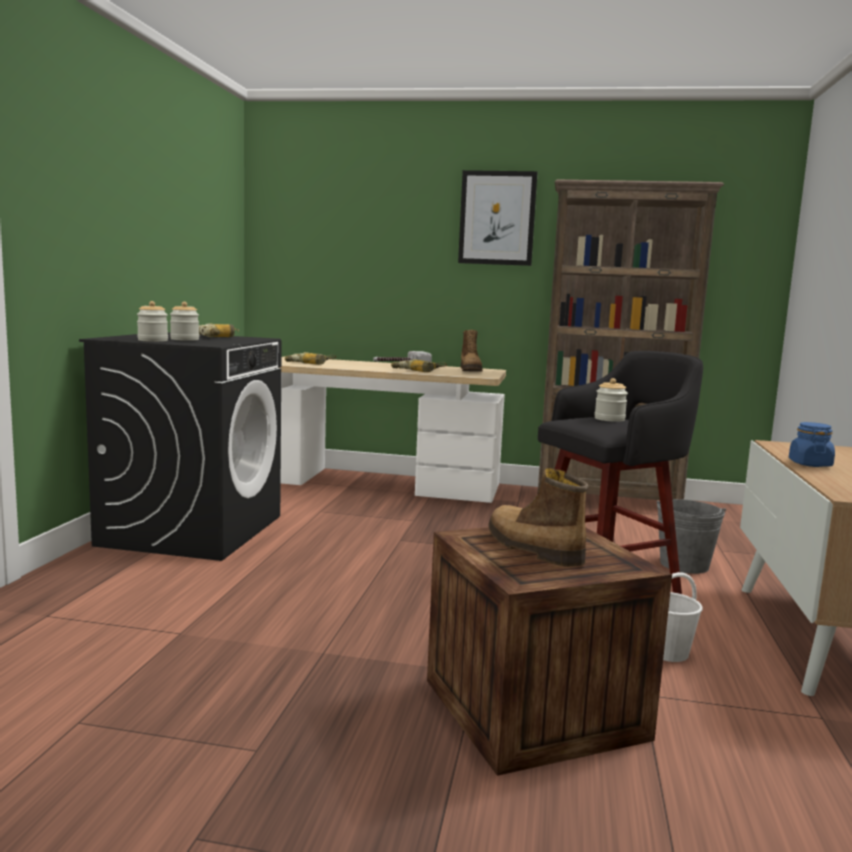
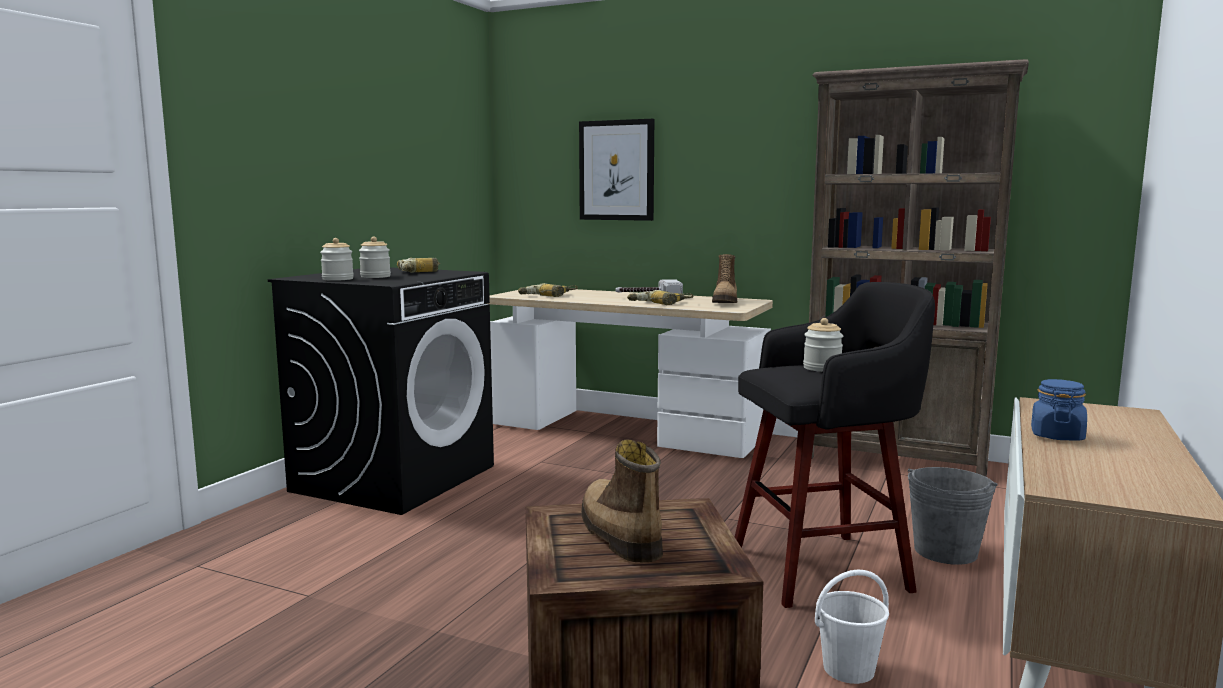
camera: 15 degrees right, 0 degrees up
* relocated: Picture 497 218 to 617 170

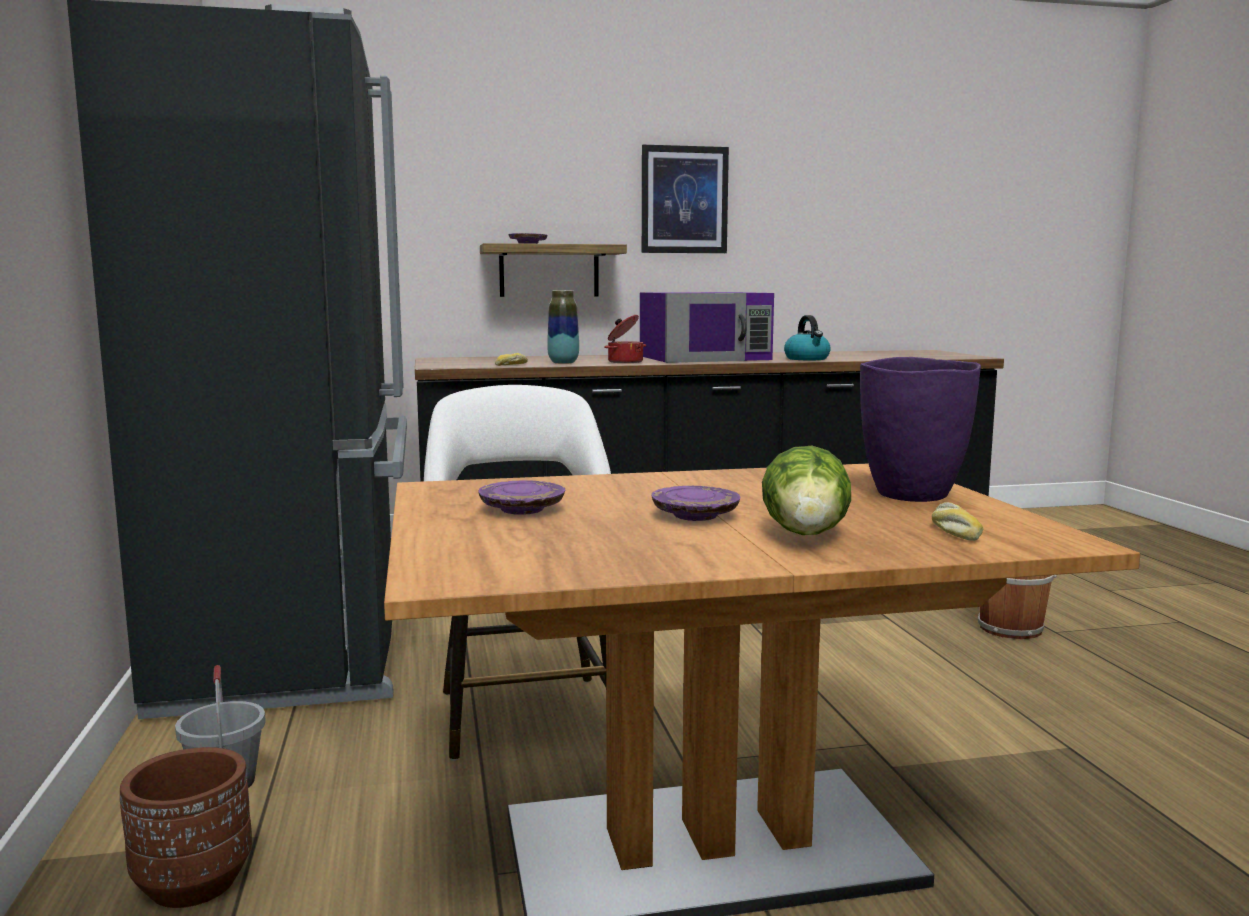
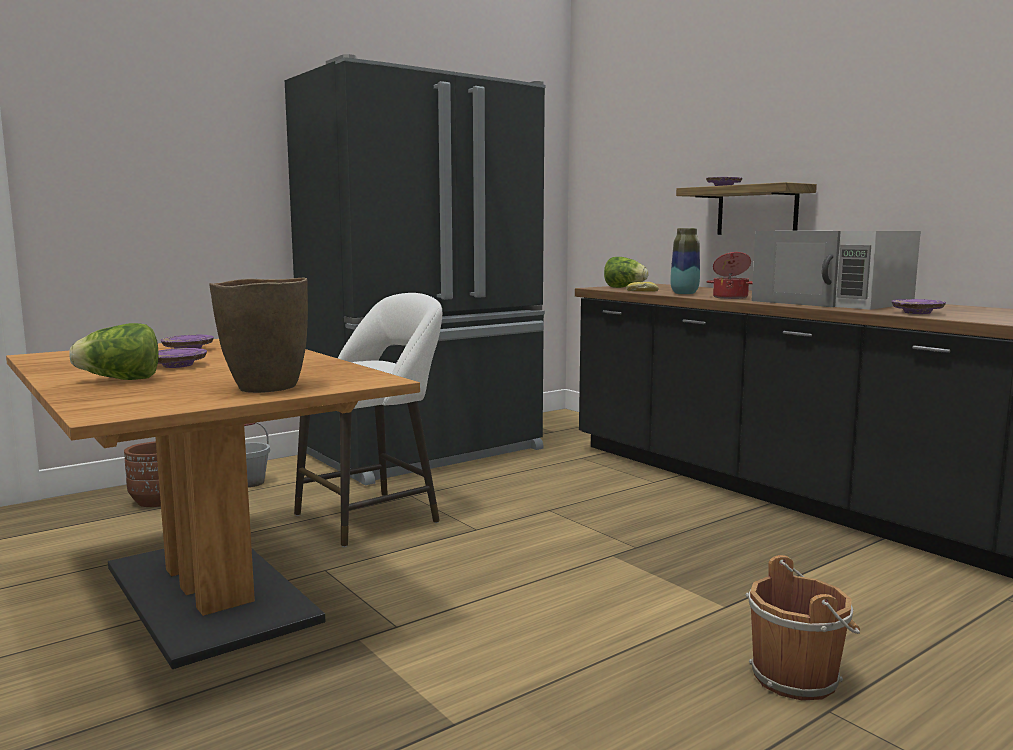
camera: 65 degrees right, 0 degrees up
* colour: PurpleMicrowave 705 358 to WhiteMicrowave 832 302
* missing: Picture 684 200
* exchanged: Kettle 807 359 to PurplePlate 917 313
* colour: PurpleVase 913 495 to BrownVase 265 388
* missing: Bread 953 531
* appeared: Lettuce 624 287

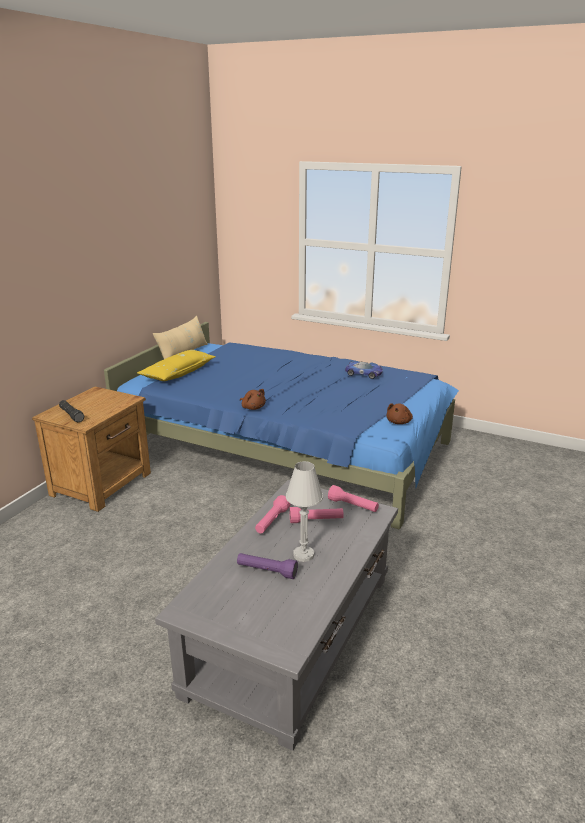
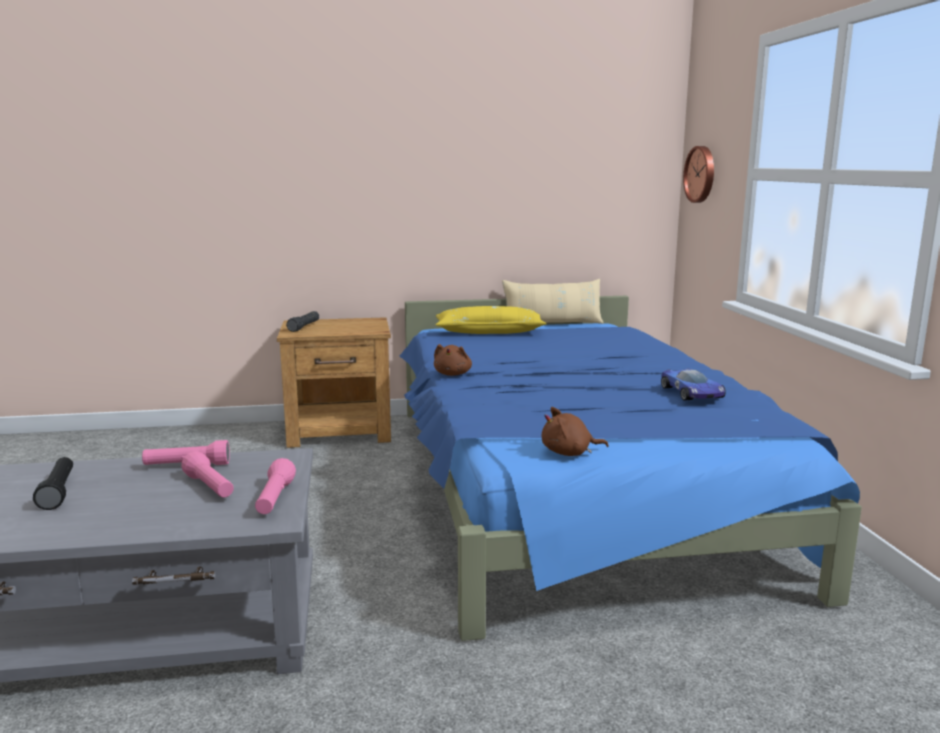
camera: 55 degrees right, 10 degrees down
* colour: PurpleFlashlight 266 571 to BlackFlashlight 58 492
* missing: WhiteTableLamp 303 555
* appeared: WallClock 701 174

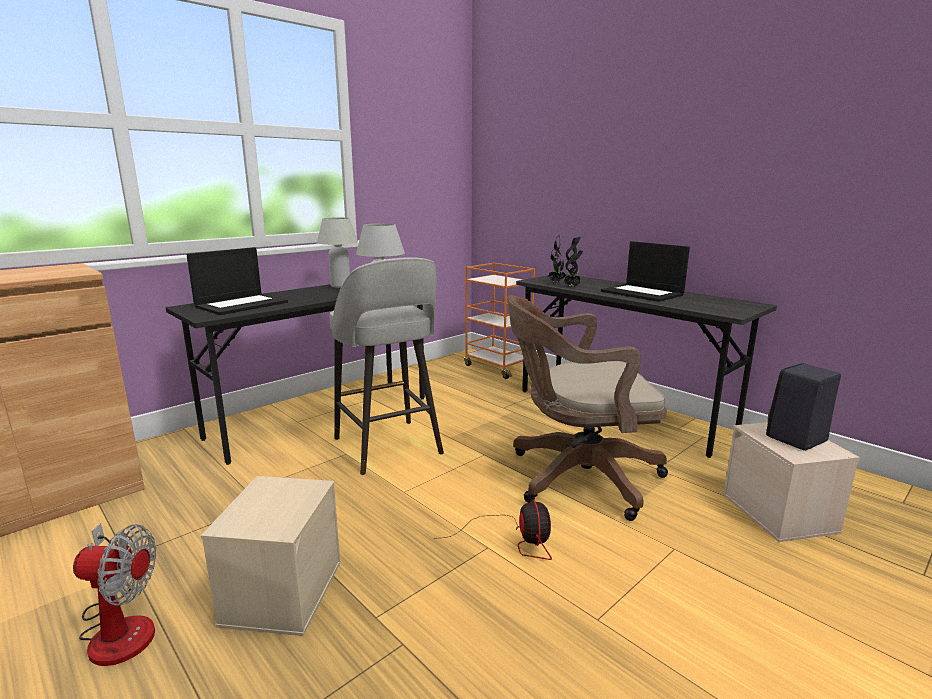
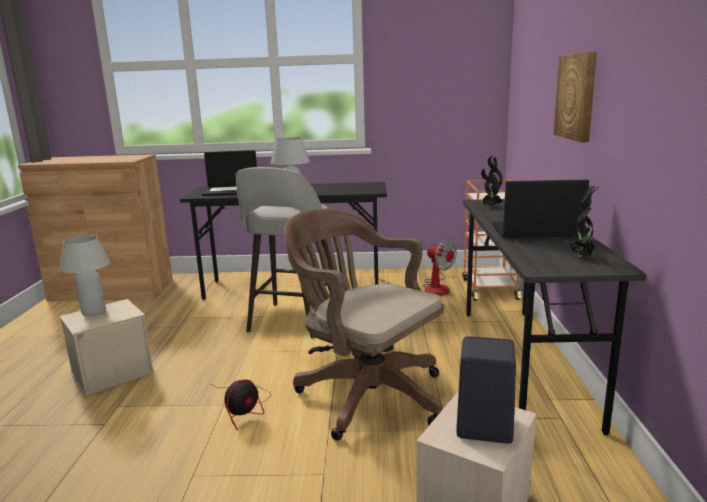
camera: 45 degrees right, 0 degrees up
* relocated: Fan 120 627 to 437 287
* relocated: WhiteTableLamp 340 286 to 93 312
* relocated: PottedPlant 572 287 to 582 257
* spun: Laptop 643 293 = 535 231 90 degrees clockwise
* appeared: Picture 577 96

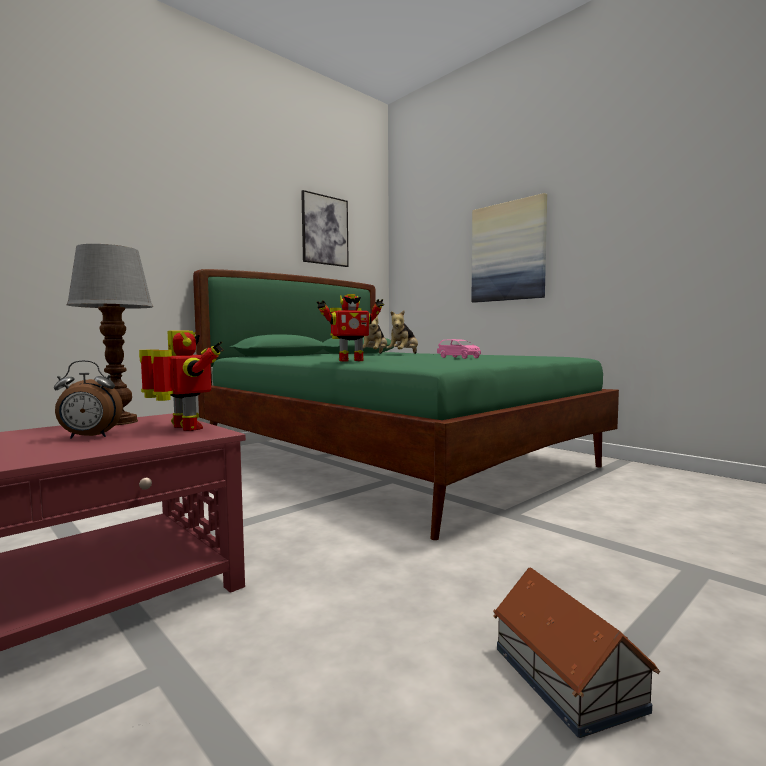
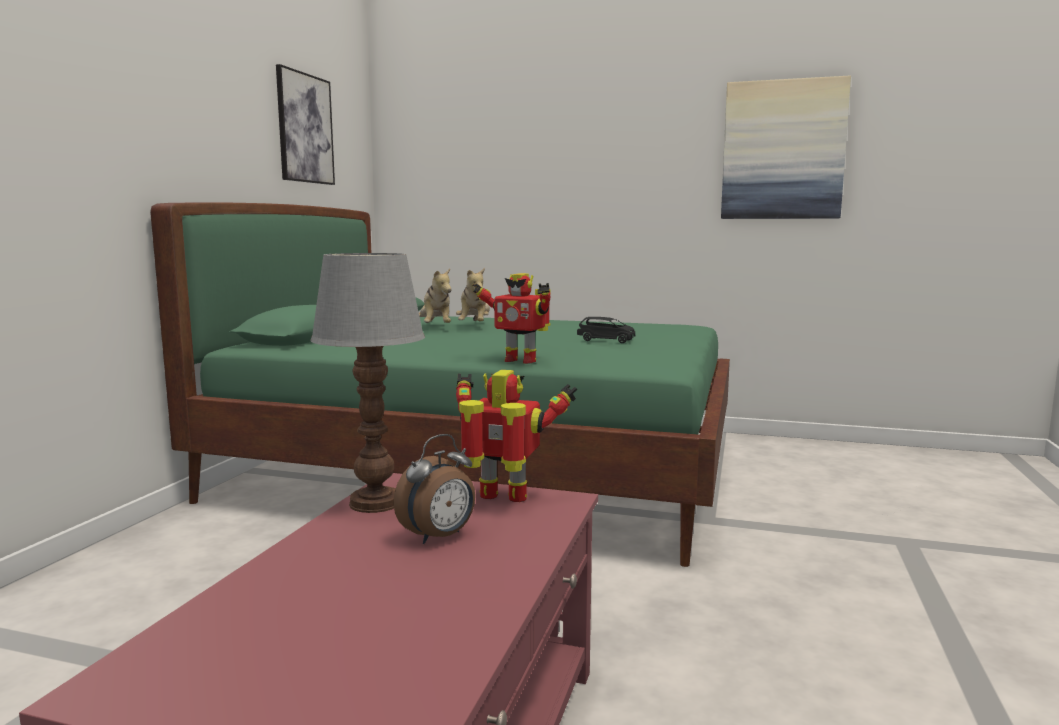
camera: 30 degrees left, 5 degrees up
* spun: ToyRobot 350 360 = 520 360 75 degrees clockwise
* colour: PinkToyCar 459 358 to BlackToyCar 606 340
* relocated: Picture 508 252 to 783 150
* missing: ToyHouse 567 679

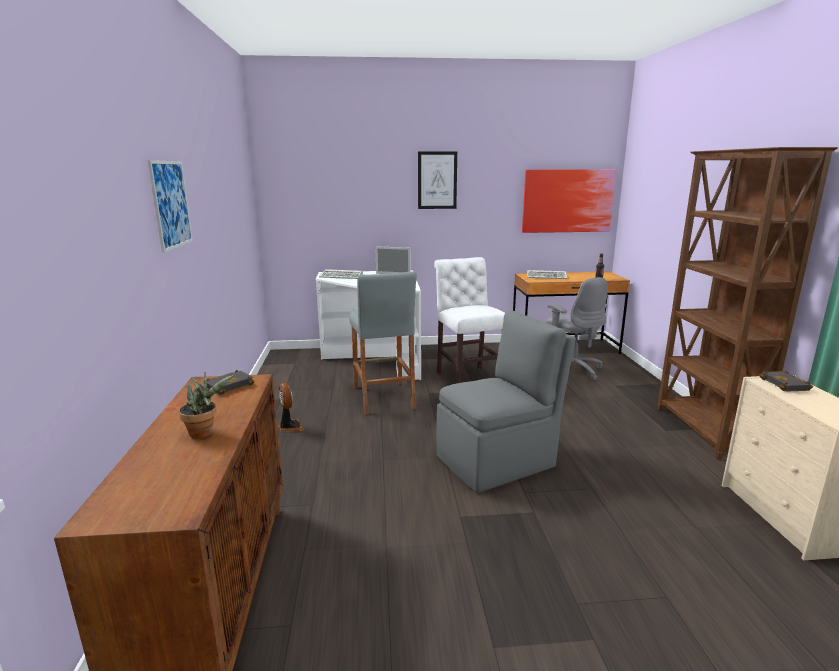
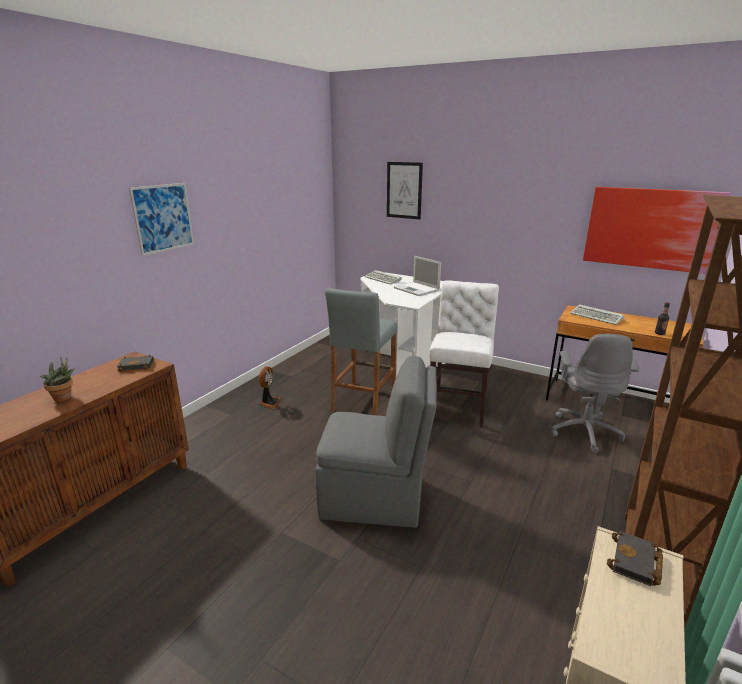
camera: 35 degrees right, 5 degrees up
* relocated: Picture 437 180 to 404 190

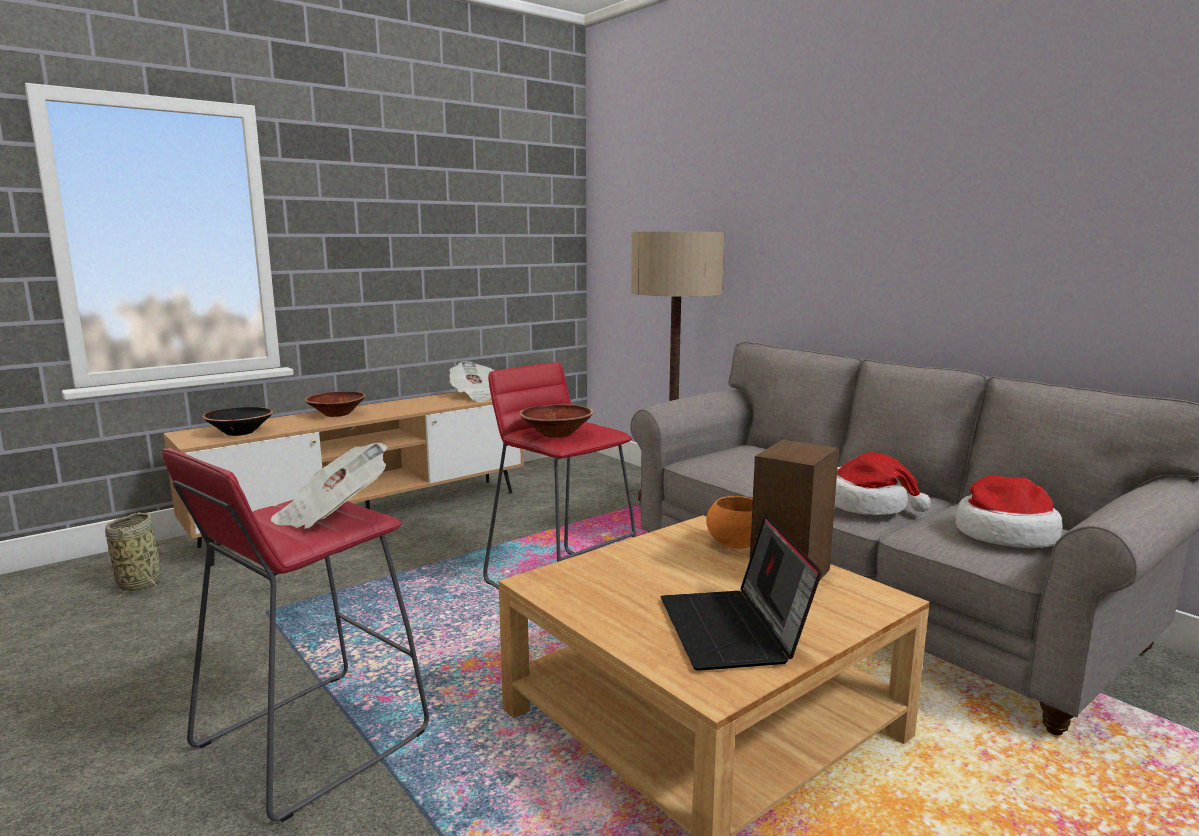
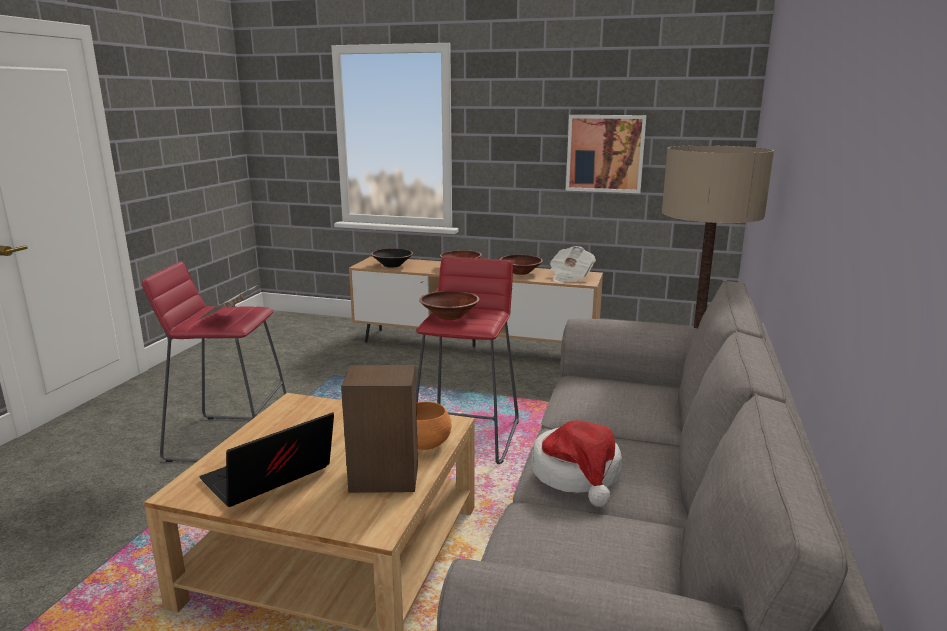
camera: 55 degrees right, 5 degrees up
* missing: Basket 141 583
* missing: Hat 1004 534
* appeared: BrownBowl 520 272
* appeared: Picture 605 153

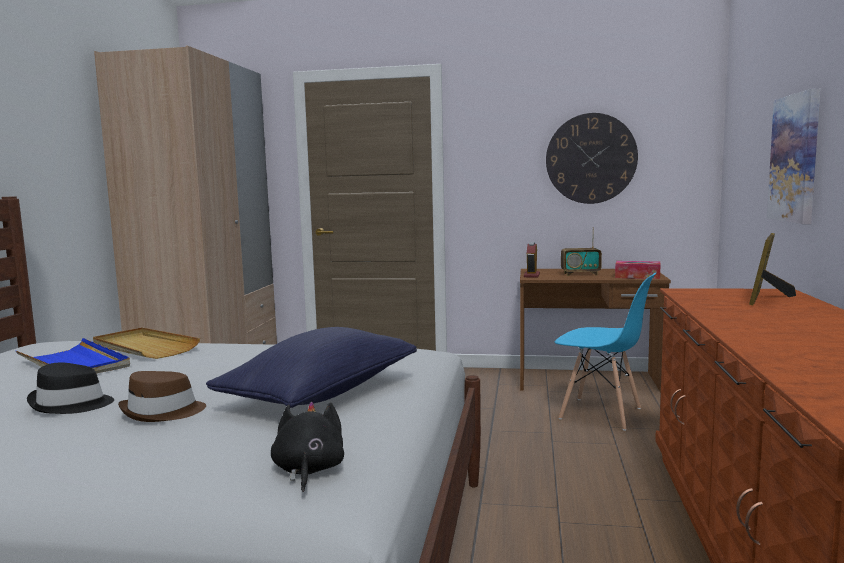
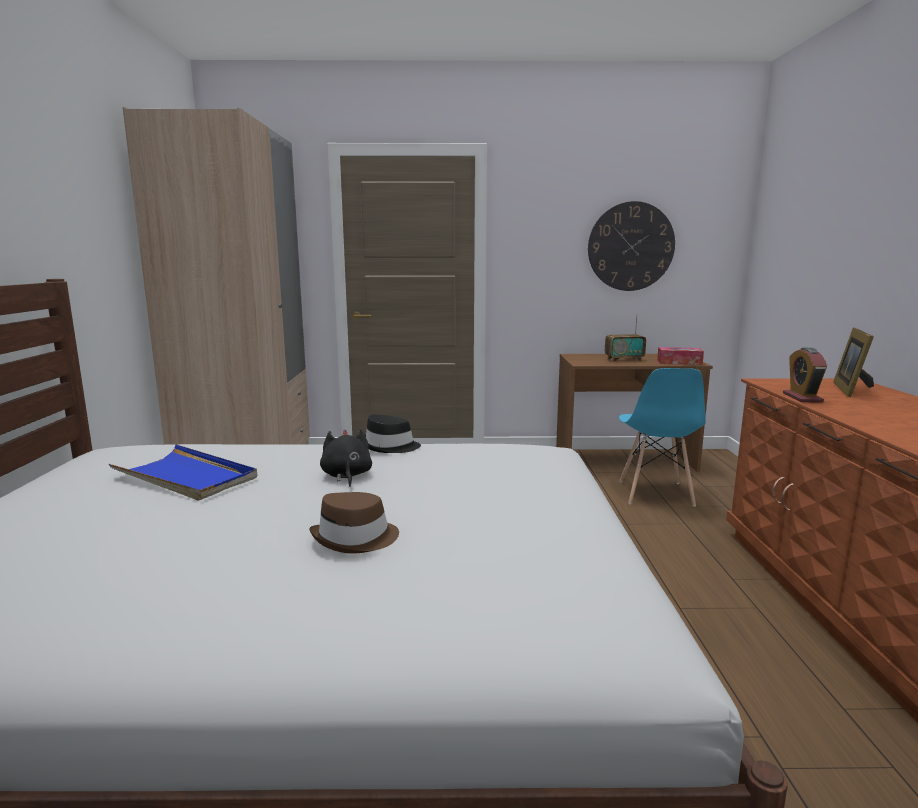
camera: 10 degrees left, 5 degrees up
* relocated: BlackHat 71 404 to 389 446
* missing: BeigeTray 144 347
* missing: BluePillow 321 394
* relocated: BlackPlushToy 308 470 to 346 476
* relocated: AlarmClock 531 275 to 802 398
* spun: BlueChair 601 414 = 655 493 75 degrees clockwise
* missing: Picture 795 158

